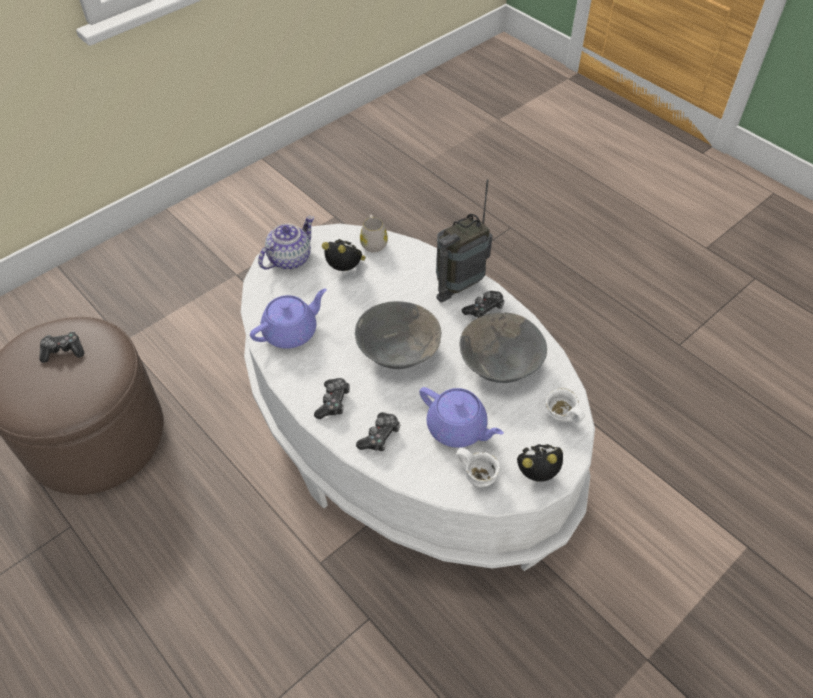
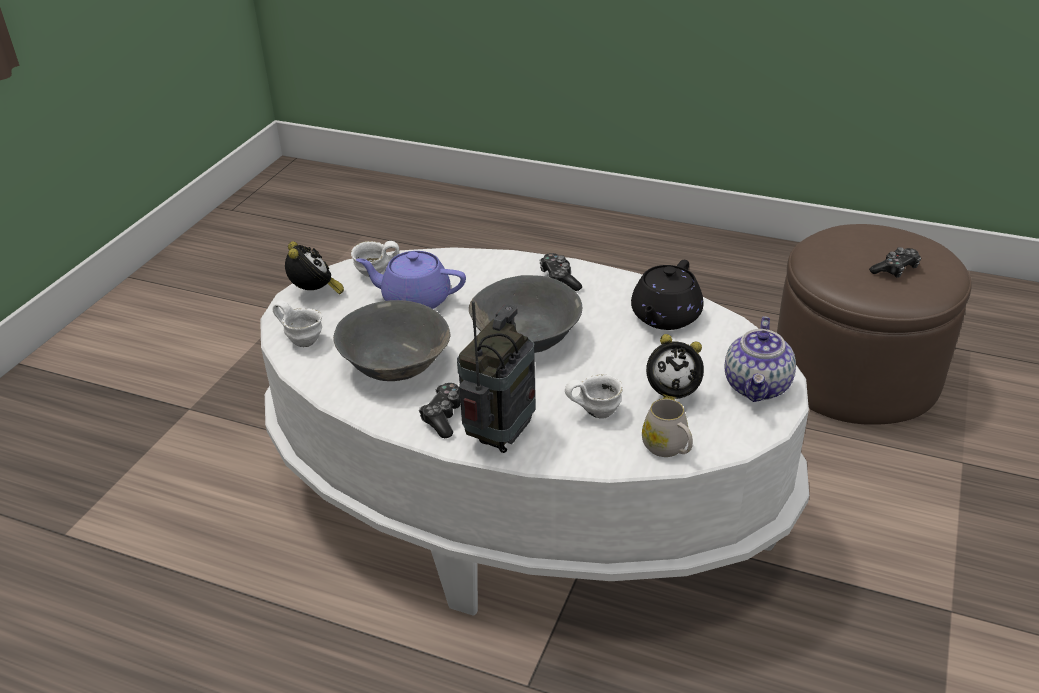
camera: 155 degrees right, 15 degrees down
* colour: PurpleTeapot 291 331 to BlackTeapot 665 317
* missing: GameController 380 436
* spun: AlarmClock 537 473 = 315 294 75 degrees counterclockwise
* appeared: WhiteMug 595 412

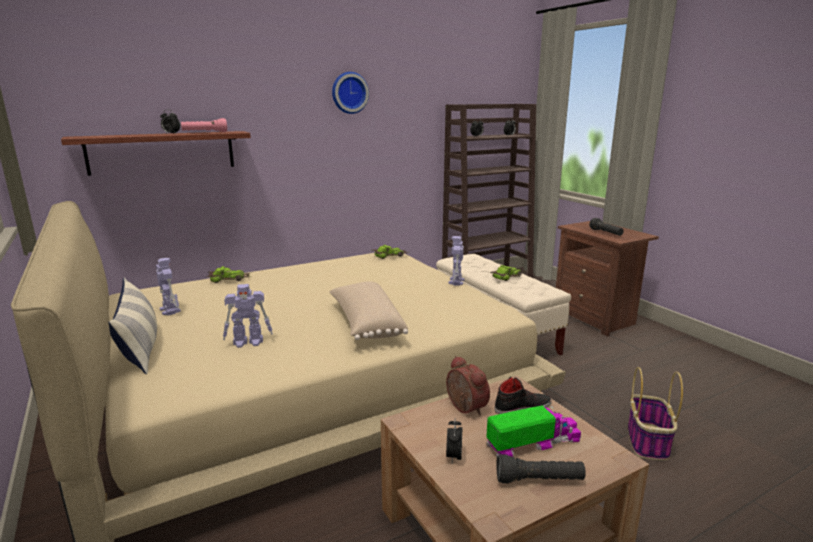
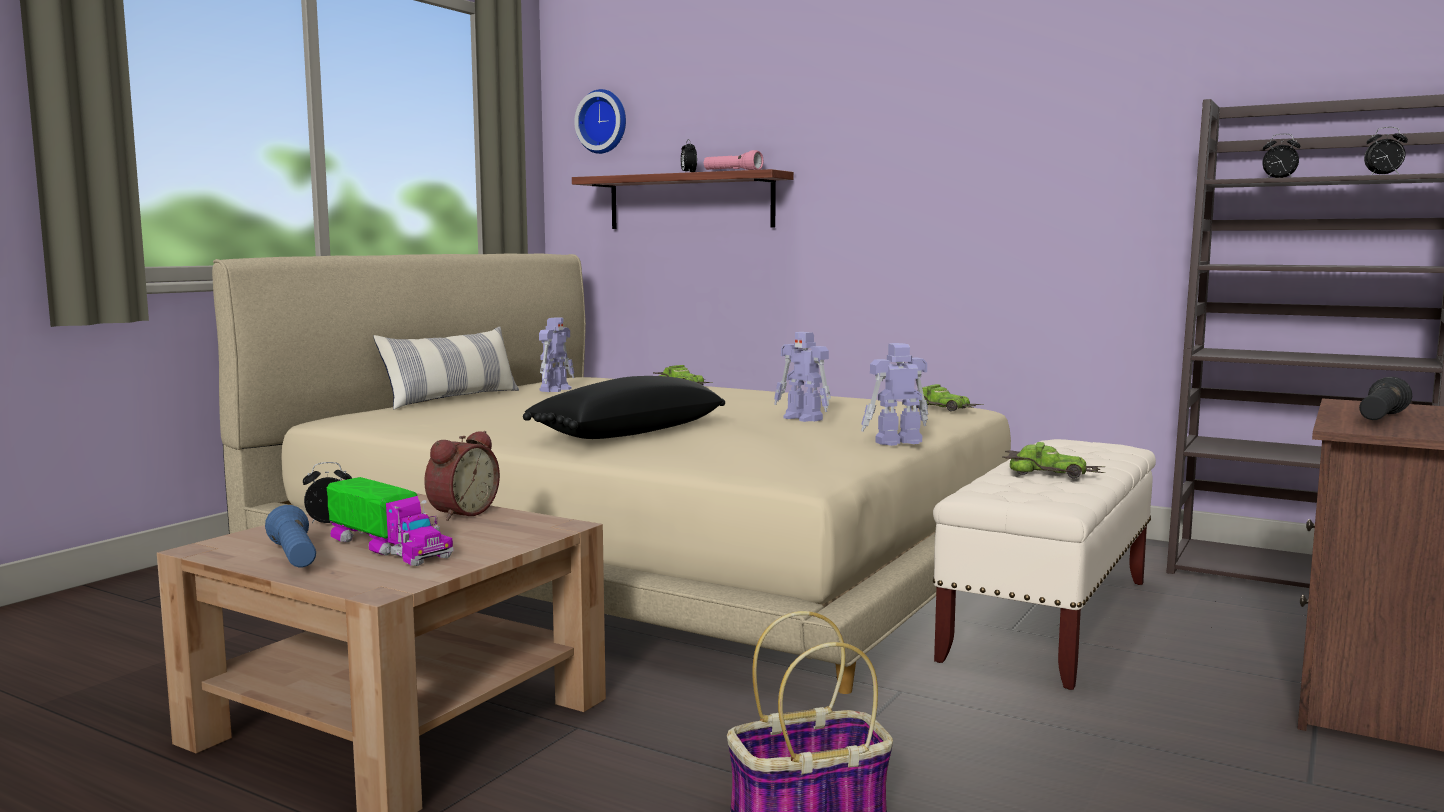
camera: 60 degrees right, 10 degrees down
* relocated: ToyRobot 249 342 to 803 418
* colour: BeigePillow 366 323 to BlackPillow 626 433
* relocated: WallClock 349 93 to 603 122
* missing: BlackShoe 522 407
* colour: BlackFlashlight 539 480 to BlueFlashlight 295 558

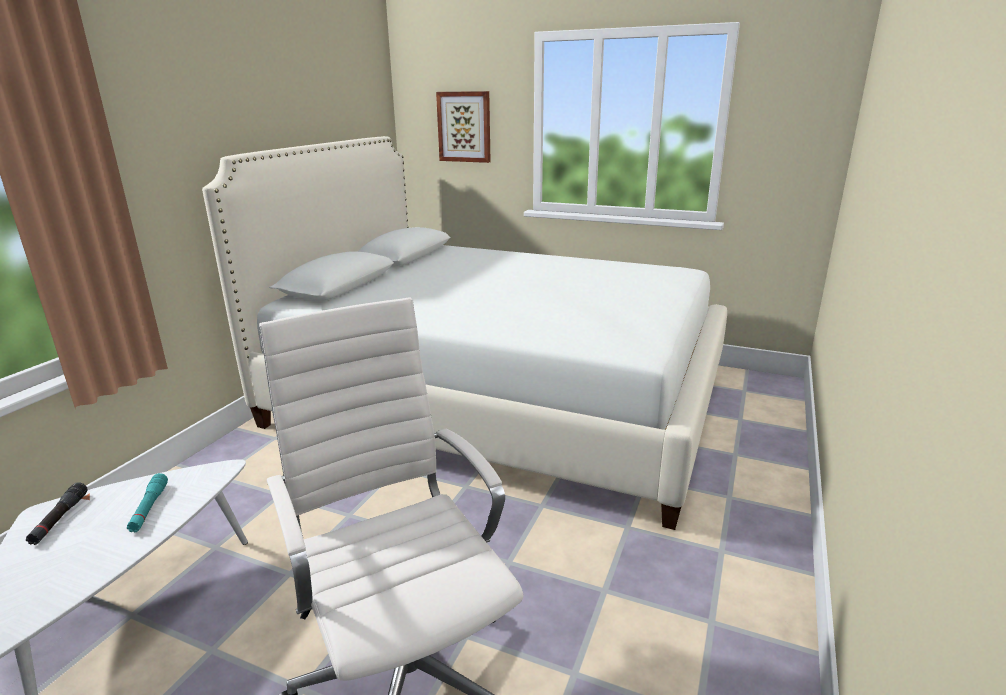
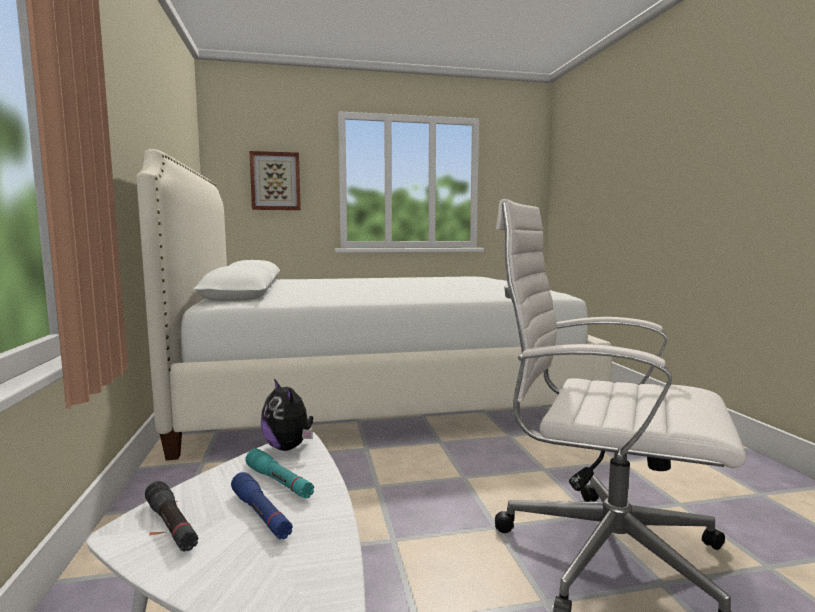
camera: 35 degrees left, 15 degrees down
* appeared: BlueFlashlight 261 514
* appeared: PlushToy 289 447

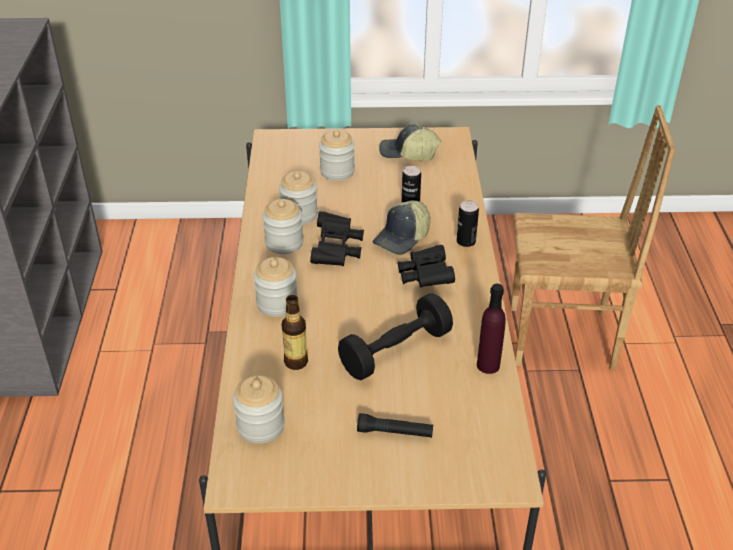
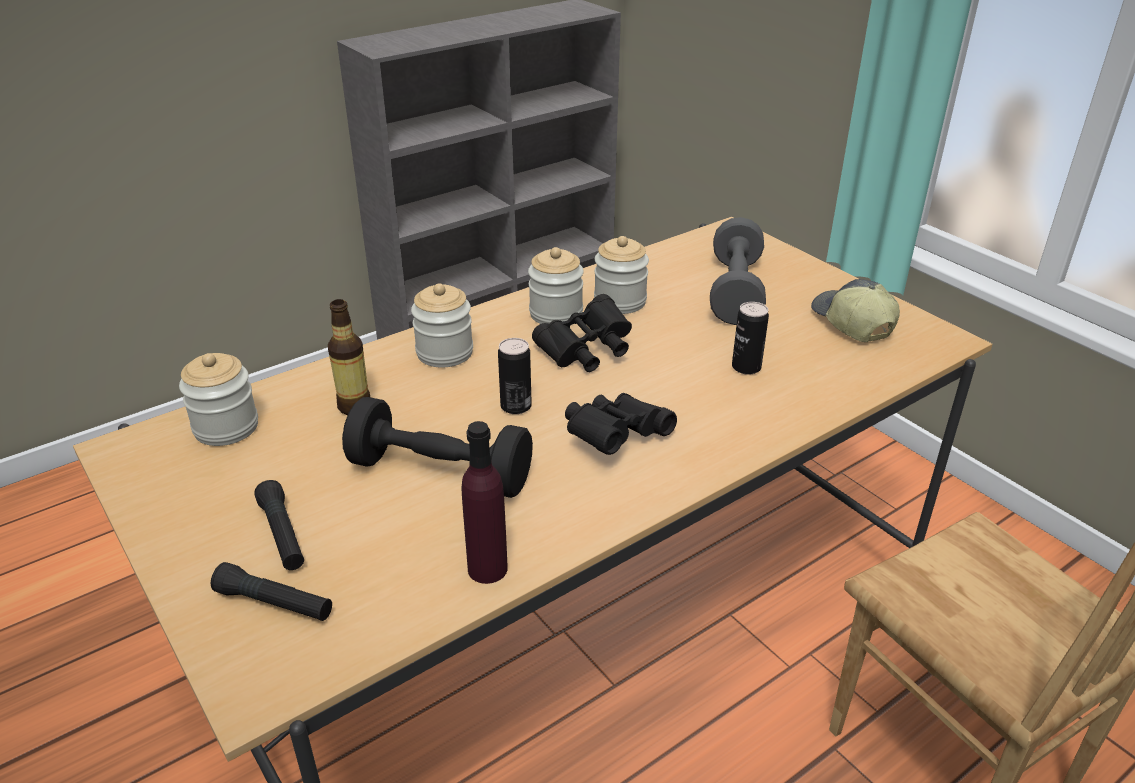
camera: 55 degrees right, 5 degrees down
* exchanged: Jar 337 171 to GreyDumbbell 735 292
* missing: Cap 403 238
* relocated: Can 466 241 to 516 406
* appeared: BlackFlashlight 275 603

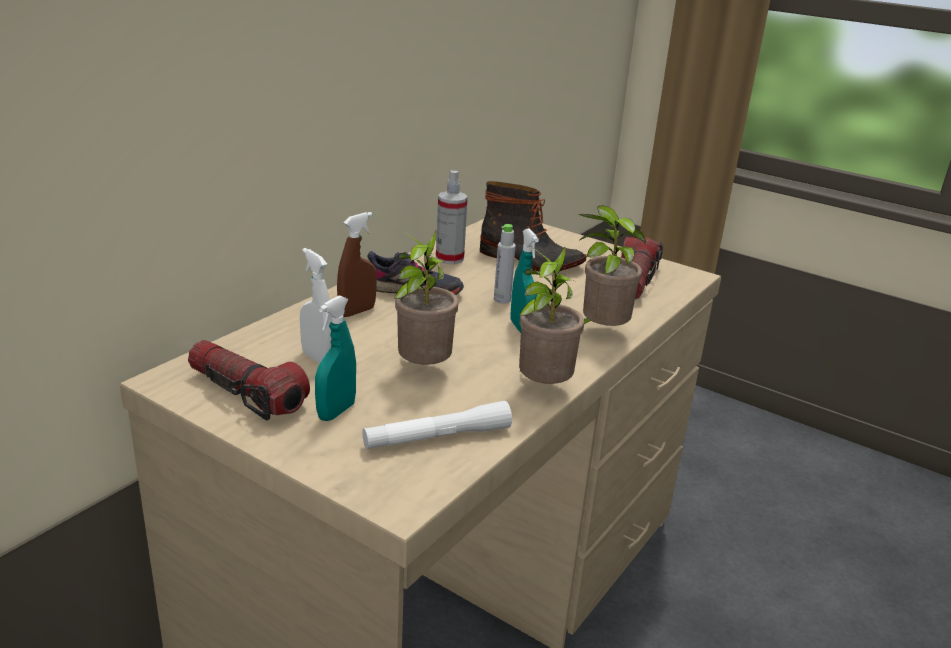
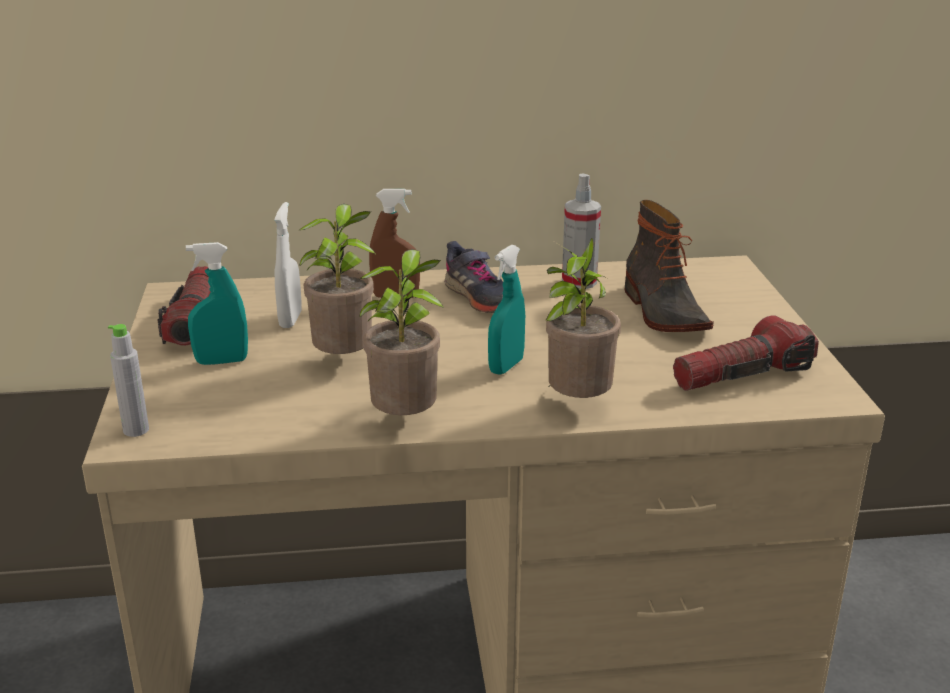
camera: 50 degrees right, 0 degrees up
* missing: WhiteFlashlight 437 437
* relocated: GreyBottle 502 300 to 136 430

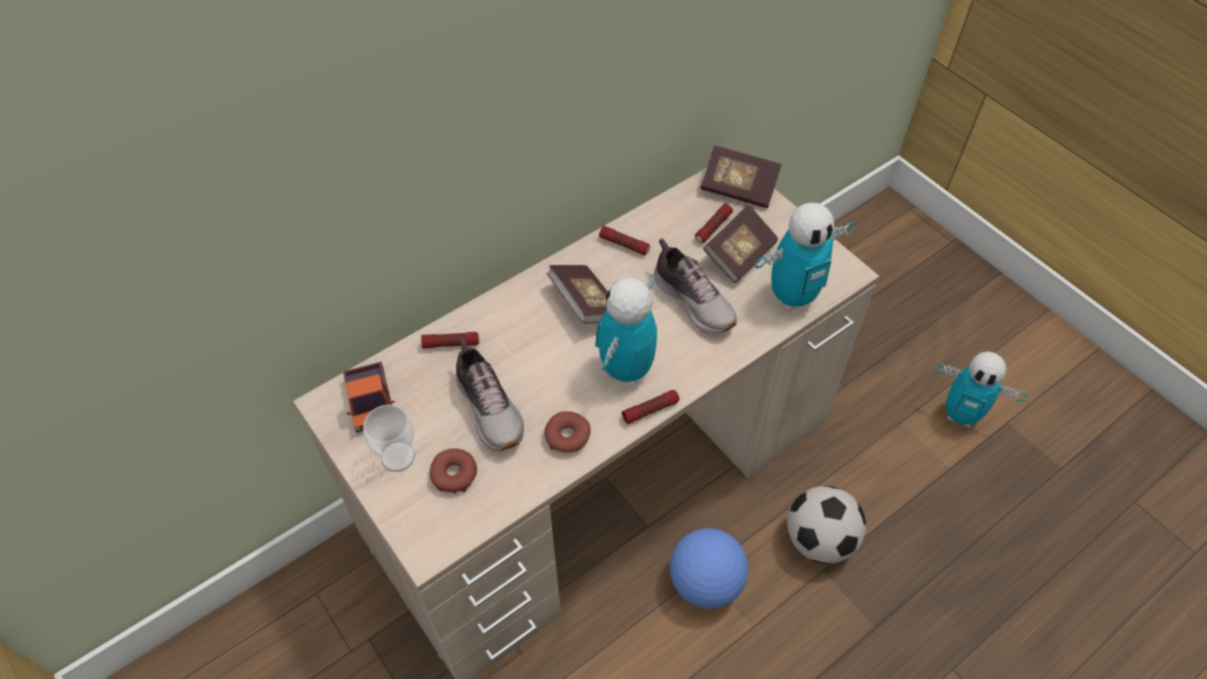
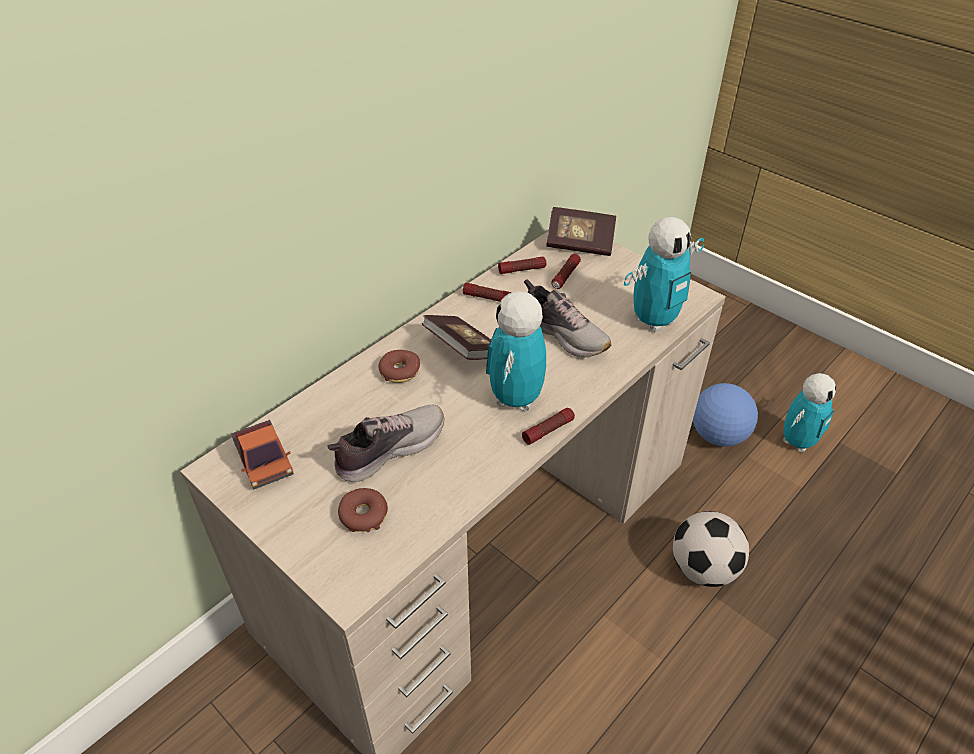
camera: 10 degrees left, 10 degrees down
* missing: Cup 398 457
* relocated: Flashlight 451 344 to 522 270
* spun: Shoe 490 408 = 388 449 90 degrees counterclockwise
* relocated: Donut 567 436 to 399 371
* relocated: Football 706 582 to 718 435
* missing: Book 739 255
* spun: ToyRobot 960 415 = 797 442 60 degrees counterclockwise

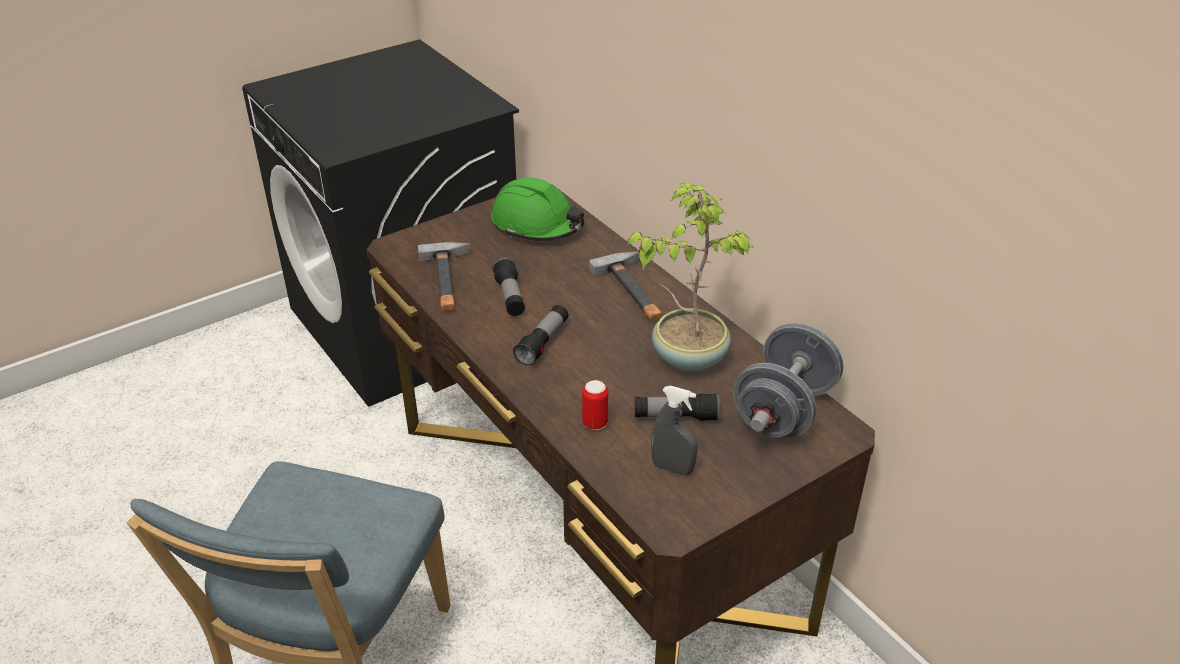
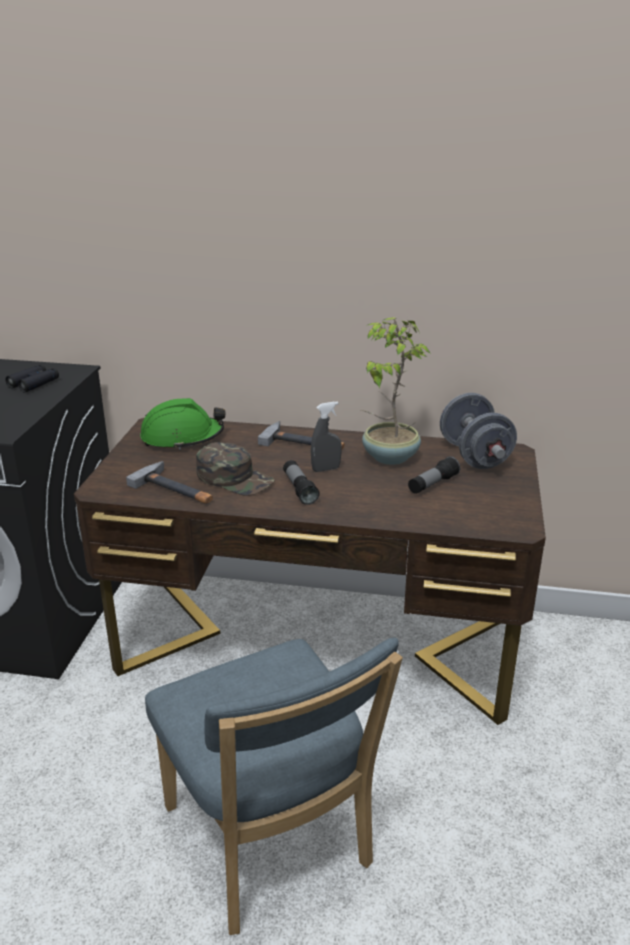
camera: 45 degrees left, 10 degrees down
* exchanged: Flashlight 510 297 to GreenCap 235 478
* missing: Can 595 423
* relocated: GreySprayBottle 672 468 to 326 469
* appeared: BlackBinoculars 34 383

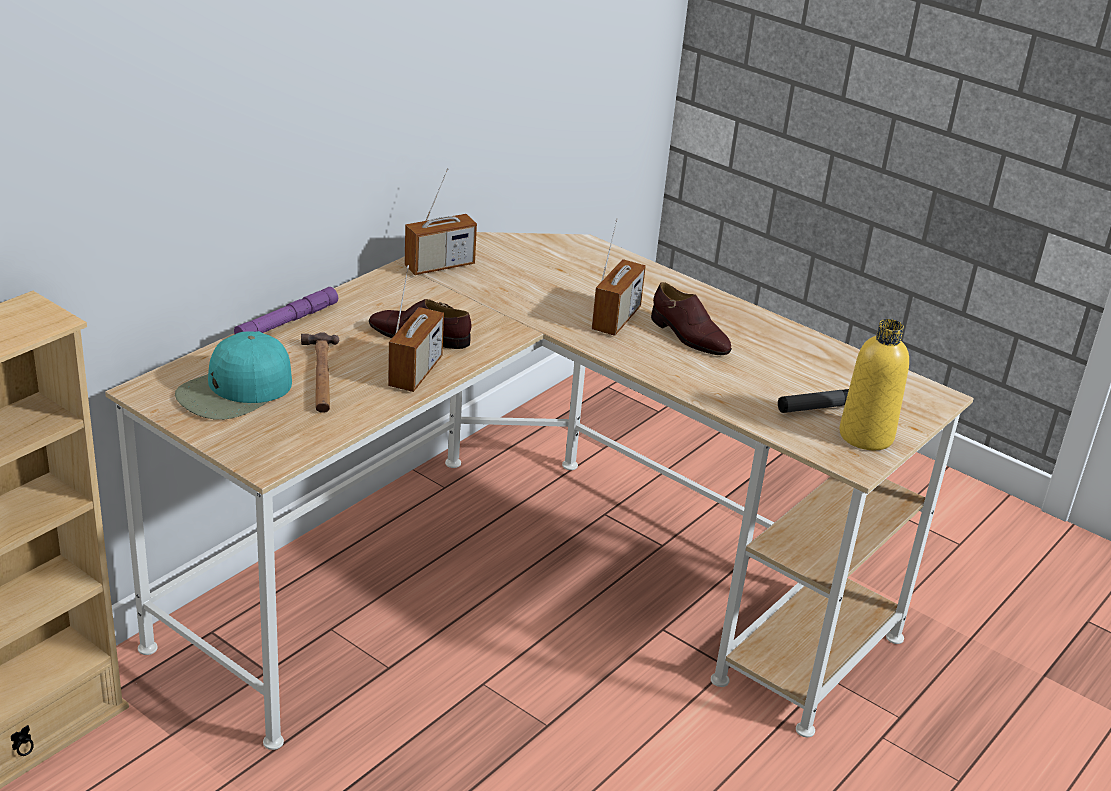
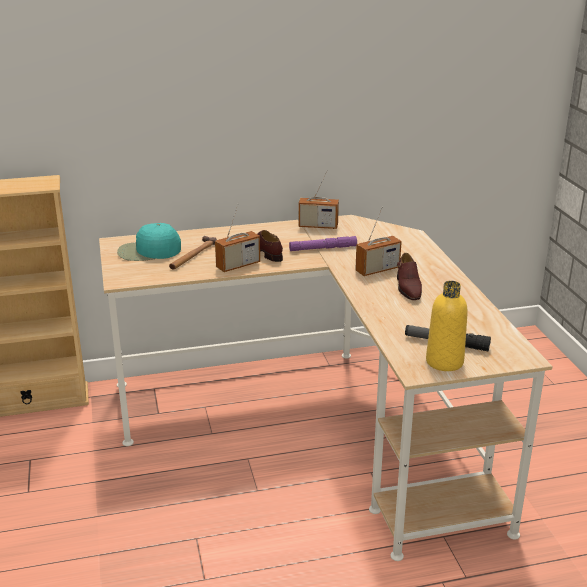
camera: 40 degrees right, 5 degrees down
* relocated: PurpleFlashlight 287 322 to 323 248

